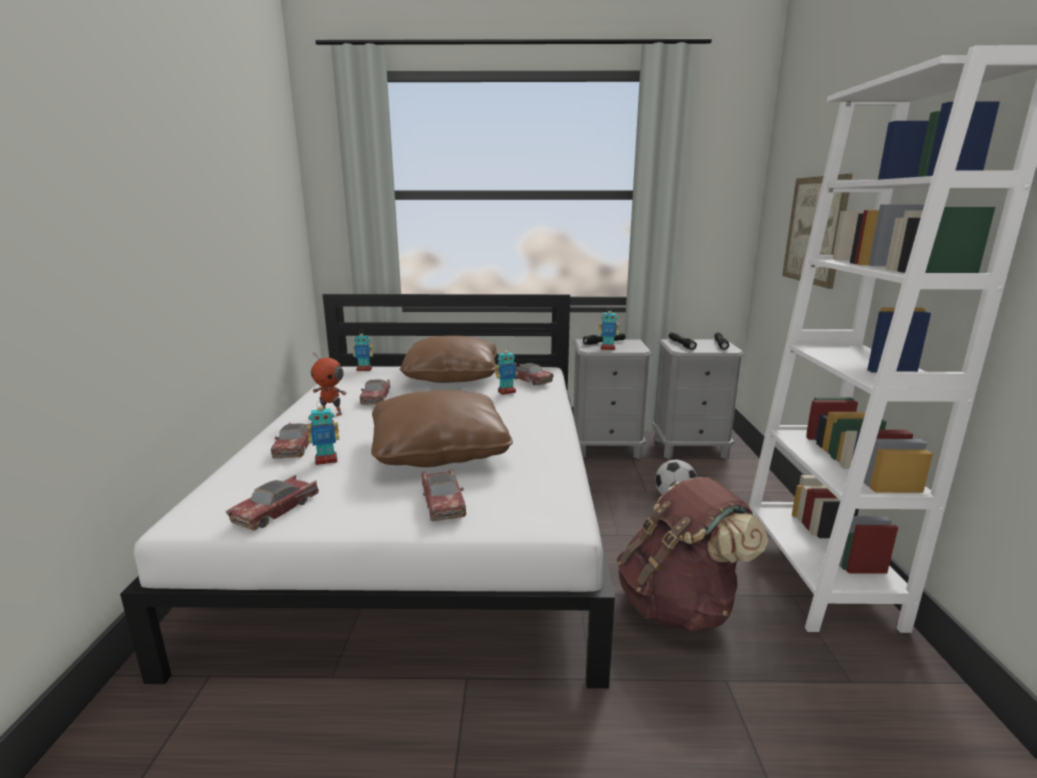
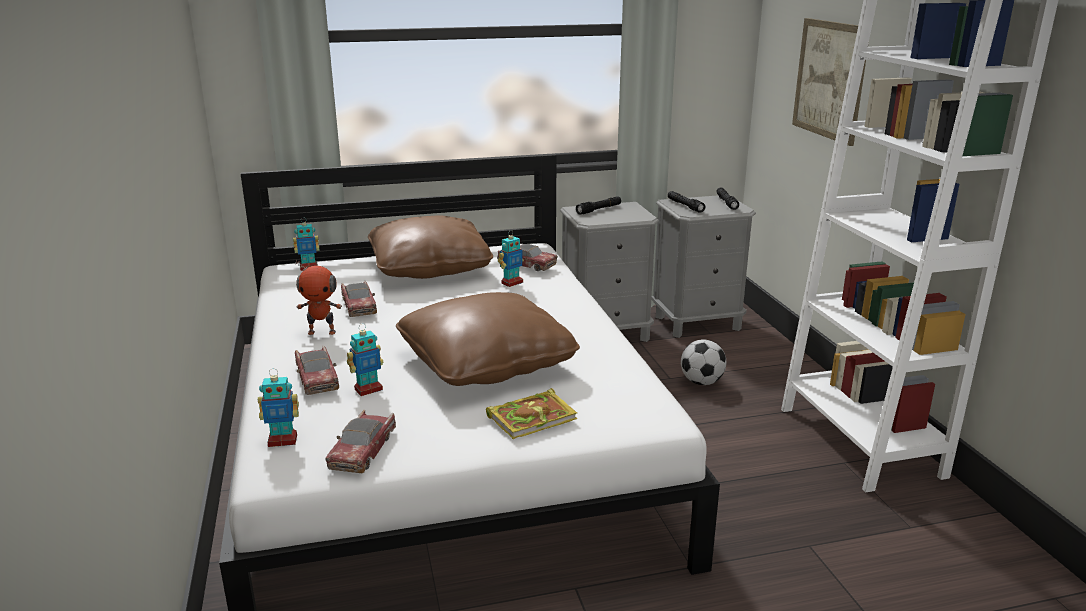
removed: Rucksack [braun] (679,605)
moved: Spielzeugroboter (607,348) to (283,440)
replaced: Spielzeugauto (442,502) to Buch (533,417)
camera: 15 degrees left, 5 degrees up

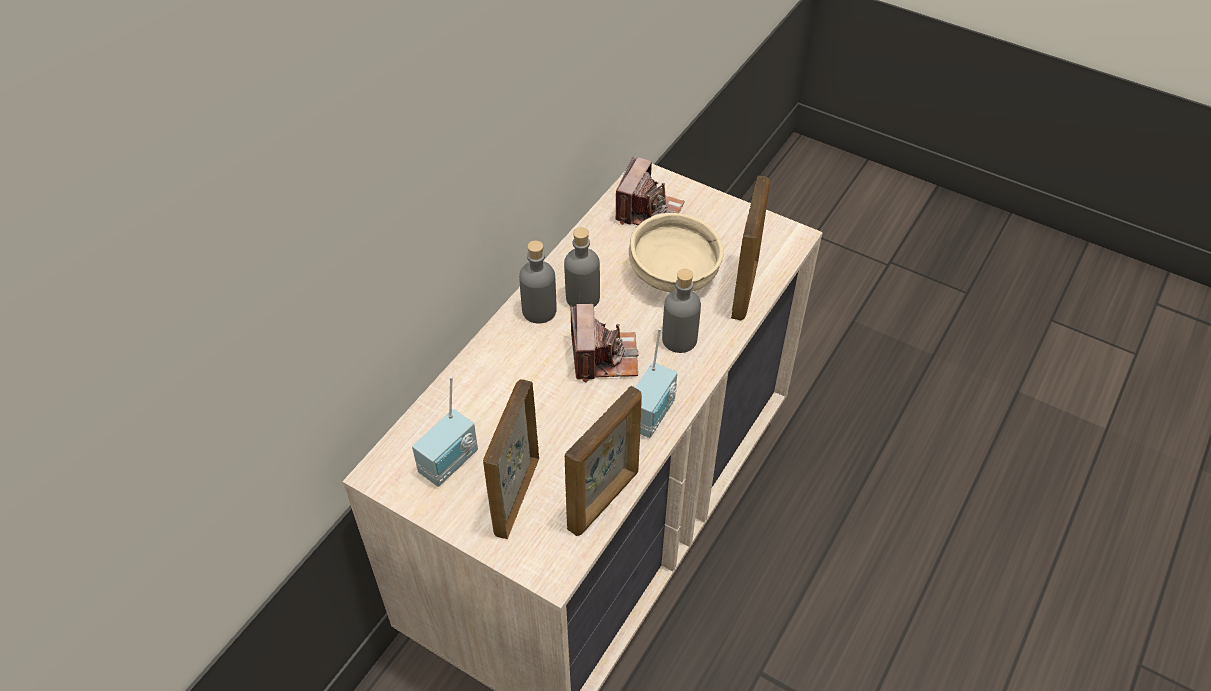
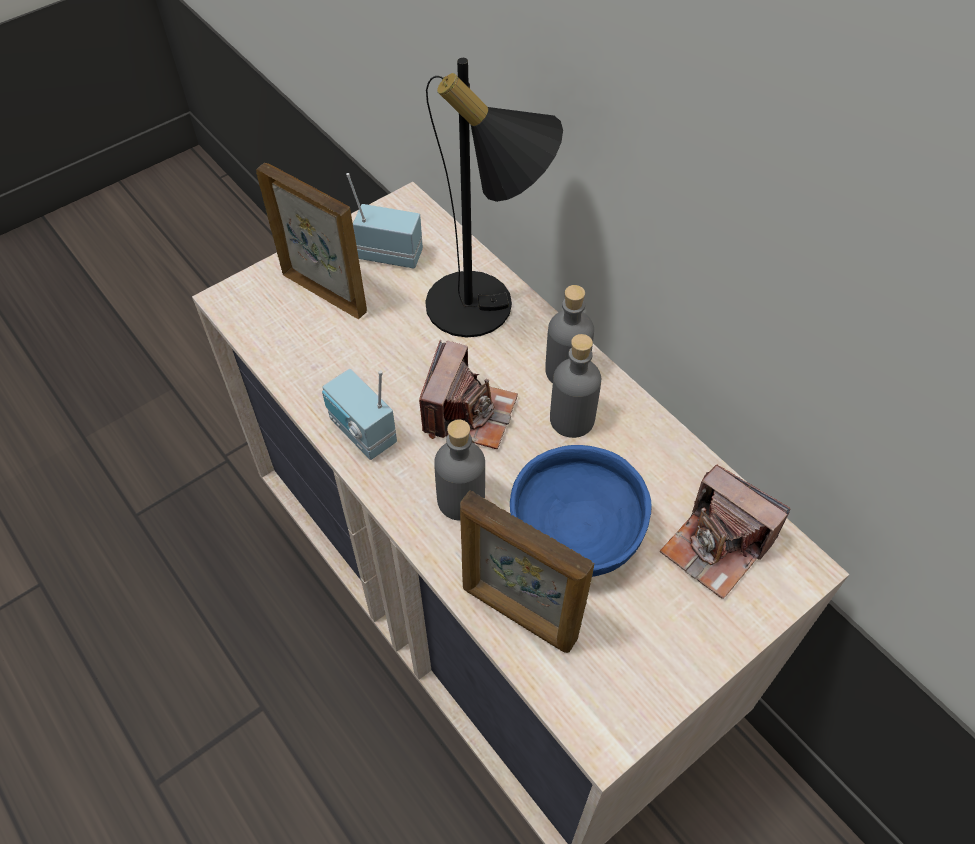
removed: Bilderrahmen (604,500)
added: Tischlampe [schwarz] (485,309)
recoloured: Schüssel [beige] (675,276) to Schüssel [blau] (573,534)
turned: Kamera (603,356) = (468,413) 90 degrees counterclockwise; Radio (450,463) = (391,253) 135 degrees clockwise
camera: 110 degrees right, 5 degrees up

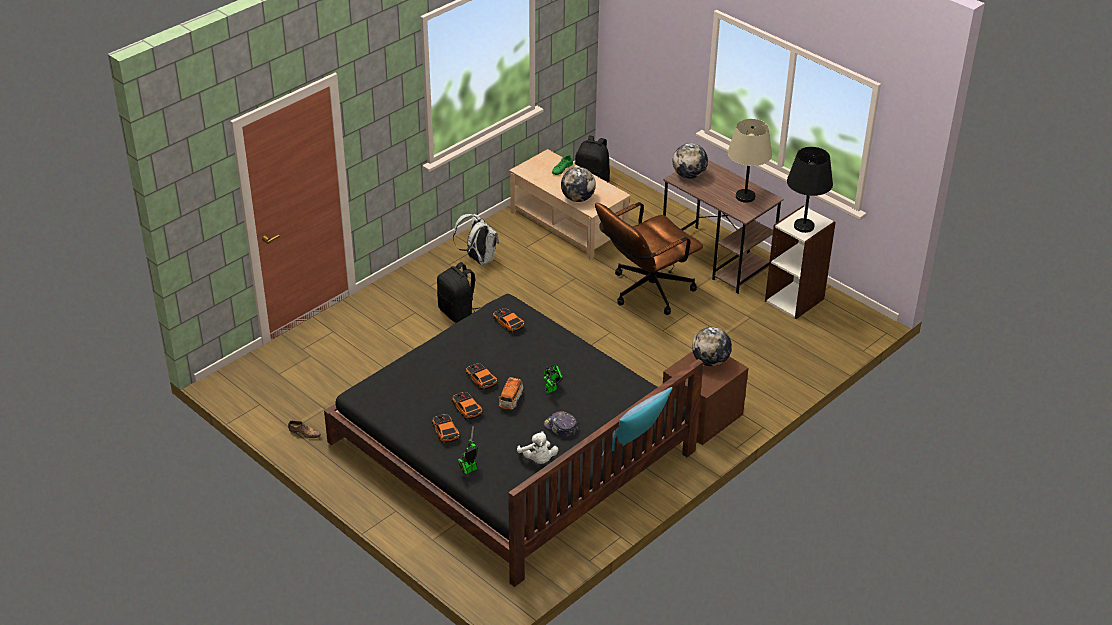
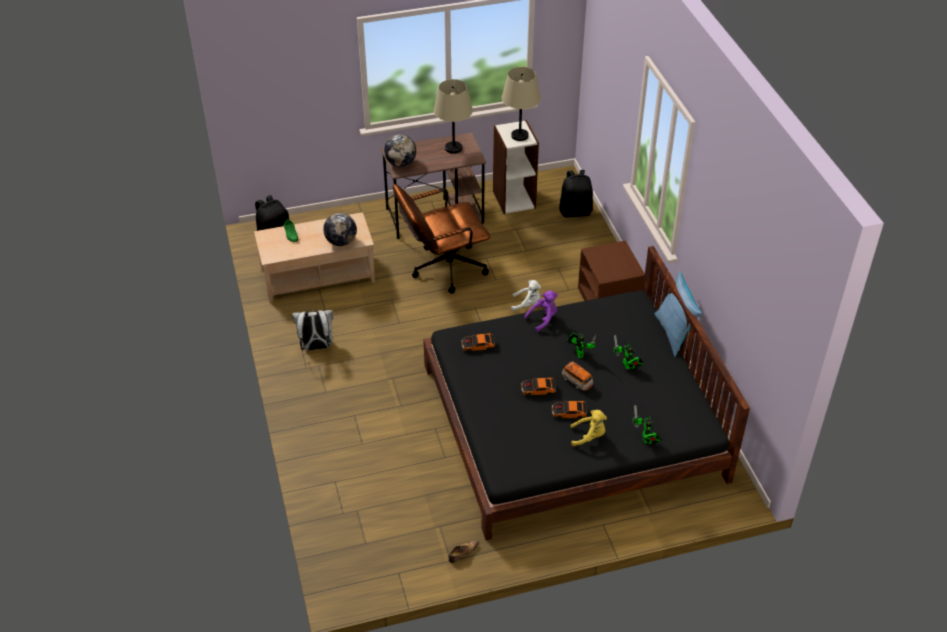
removed: Globus (710,361)
added: Plüschtier [lila] (543,319)
moved: Rucksack [schwarz] (458,312) to (575,211); Plüschtier [weiß] (538,460) to (527,304)
replaced: Kappe (560,427) to Spielzeugroboter (627,366); Spielzeugauto (445,431) to Plüschtier [gelb] (589,436)
recoloured: Tischlampe [schwarz] (803,226) to Tischlampe [beige] (519,136)
turned: Bürostuhl [braun] (645,292) = (442,269) 75 degrees clockwise
camera: 60 degrees left, 5 degrees up

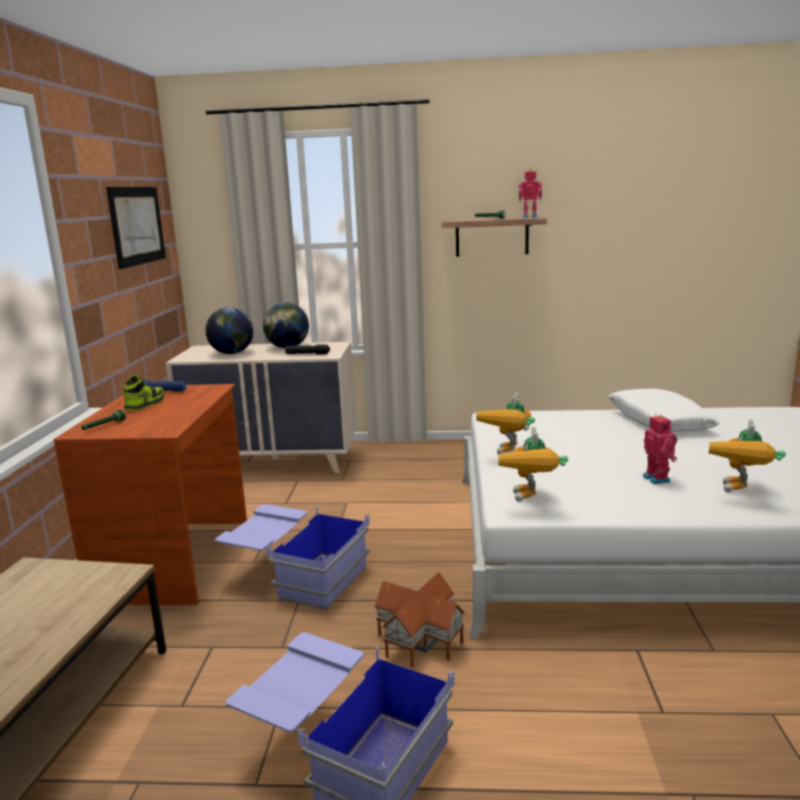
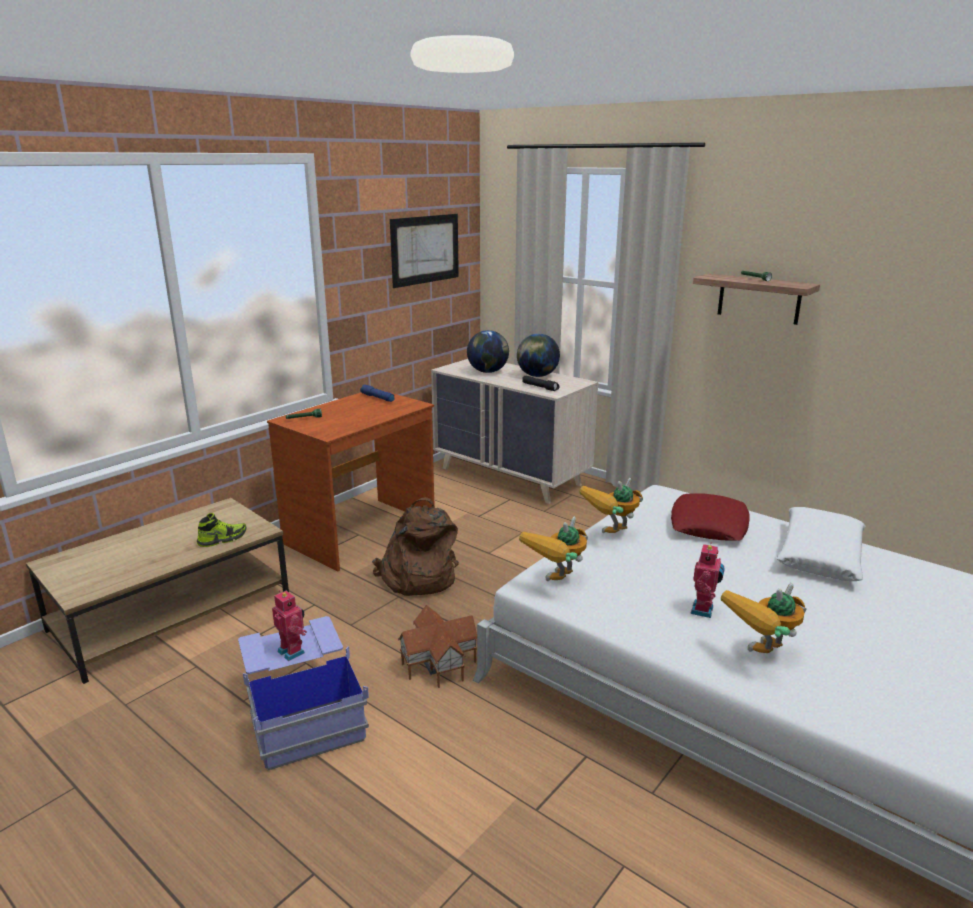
added: Kissen [rot] (709,525)
moved: Spielzeugroboter (529,217) to (292,651); Schuh (145,404) to (222,539)
replaced: Aufbewahrungsbox [blau] (296,576) to Rucksack [braun] (417,578)
camera: 35 degrees right, 5 degrees up

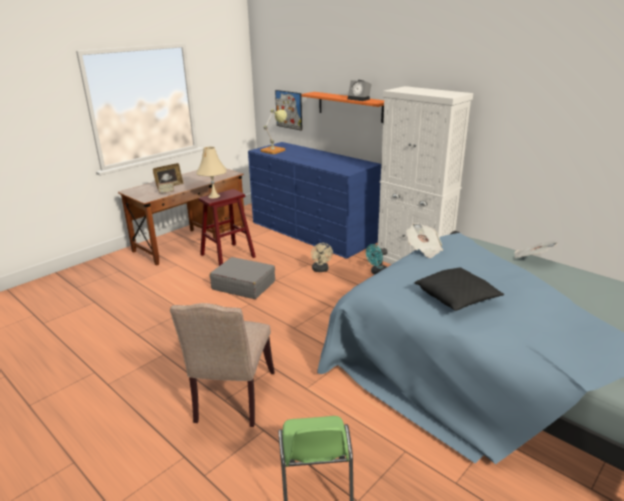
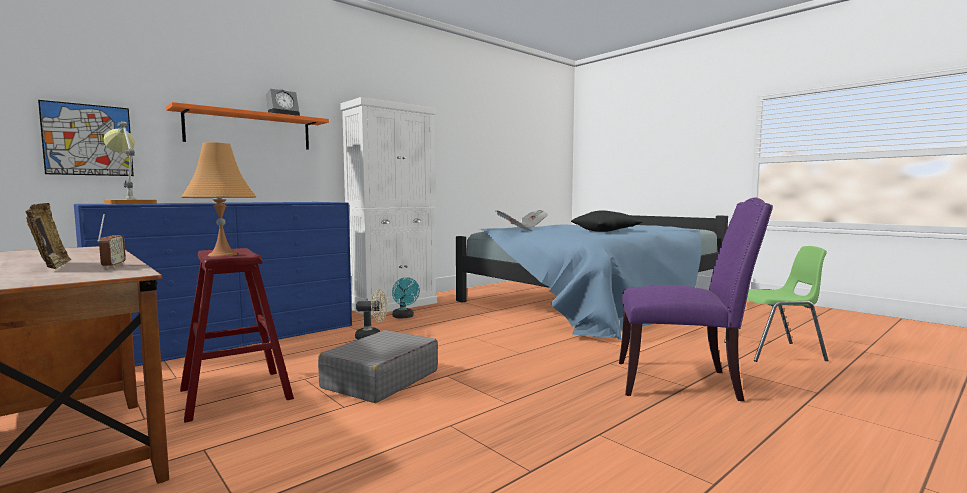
recoloured: Tischlampe [beige] (214,196) to Tischlampe [orange] (222,254); Stuhl [beige] (232,399) to Stuhl [lila] (682,382)
camera: 85 degrees left, 20 degrees down

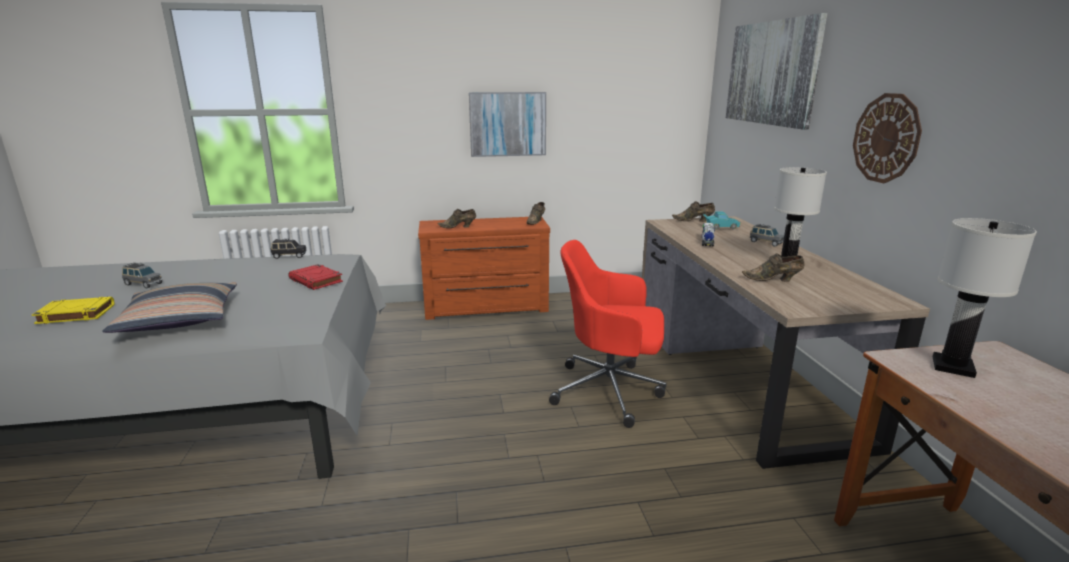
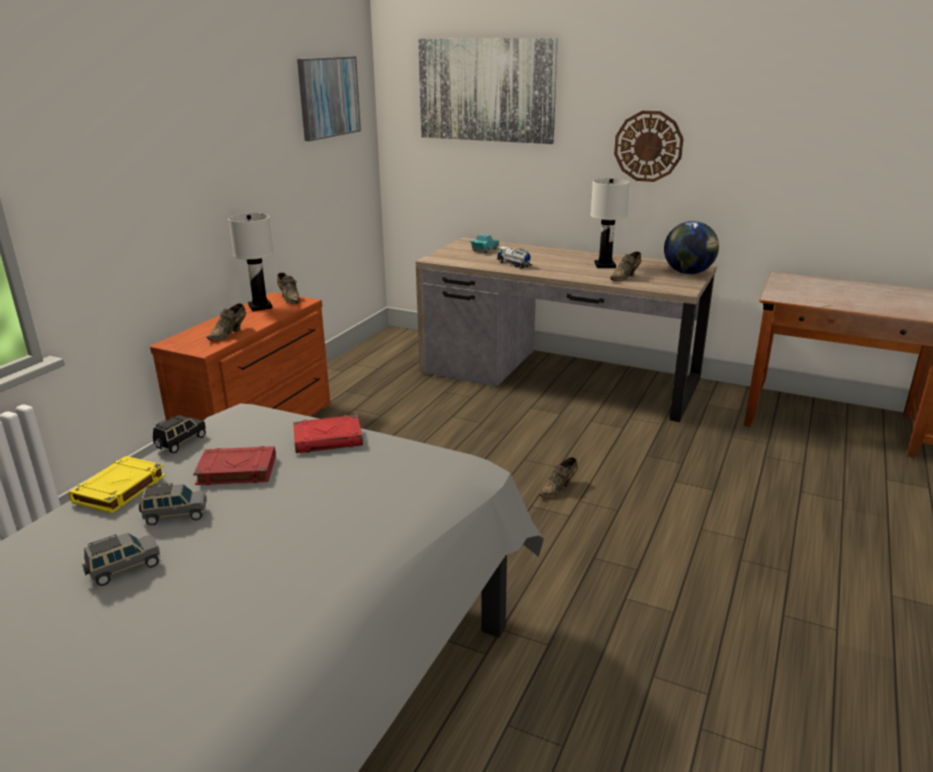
removed: Bürostuhl [rot] (610,391); Kissen (179,319)
added: Globus (688,273); Buch [rot] (236,470)
moved: Bild (507,124) to (328,97); Schuh [braun] (694,221) to (559,488); Tischlampe [weiß] (953,367) to (260,306); Spielzeugauto [grau] (765,242) to (175,515); Buch [gelb] (75,314) to (119,489)
camera: 55 degrees left, 5 degrees up

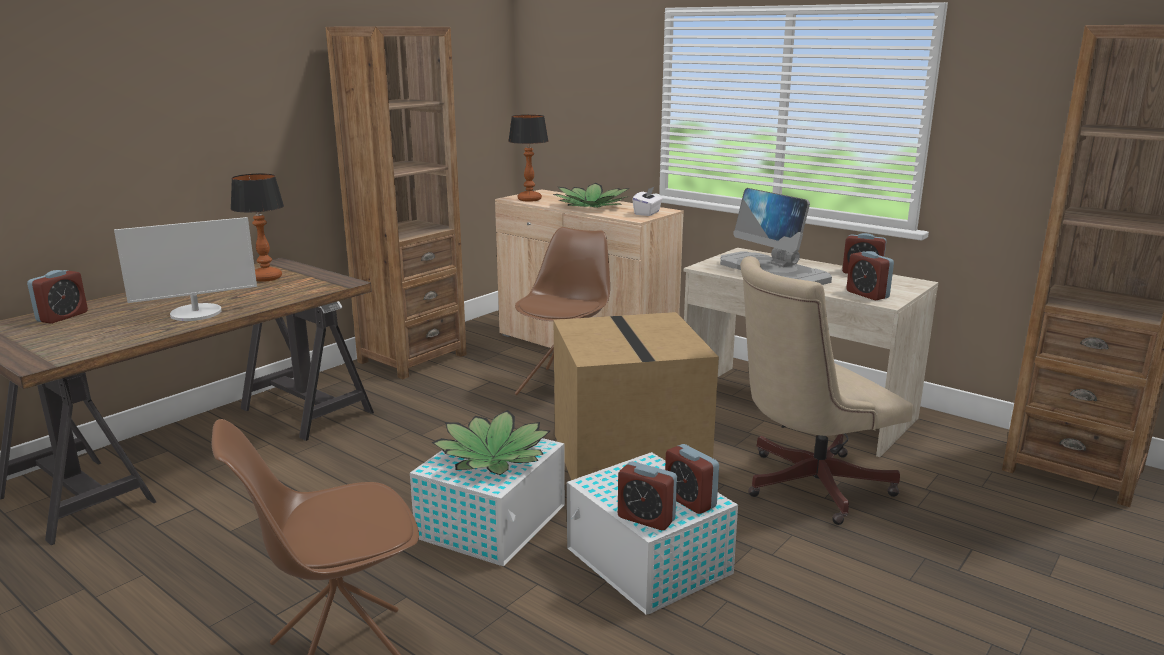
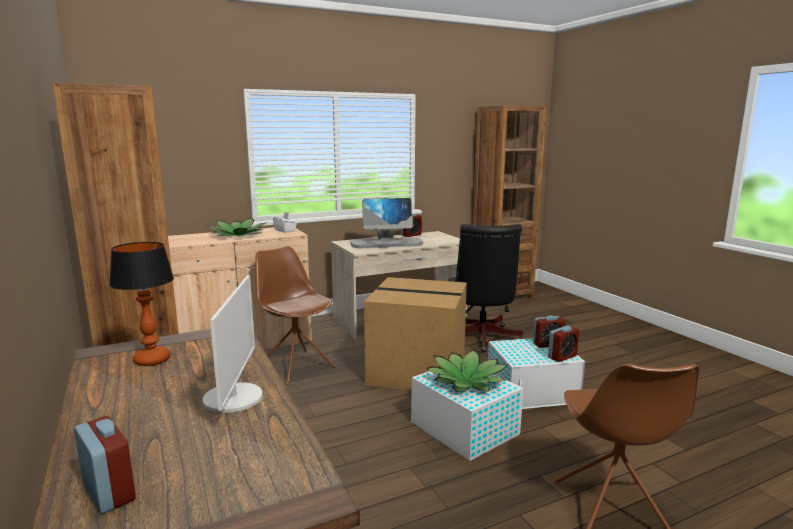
removed: Tischlampe (529,199); Wecker (867,294)
recoloured: Bürostuhl [beige] (806,485) to Bürostuhl [schwarz] (481,339)
camera: 65 degrees left, 5 degrees down

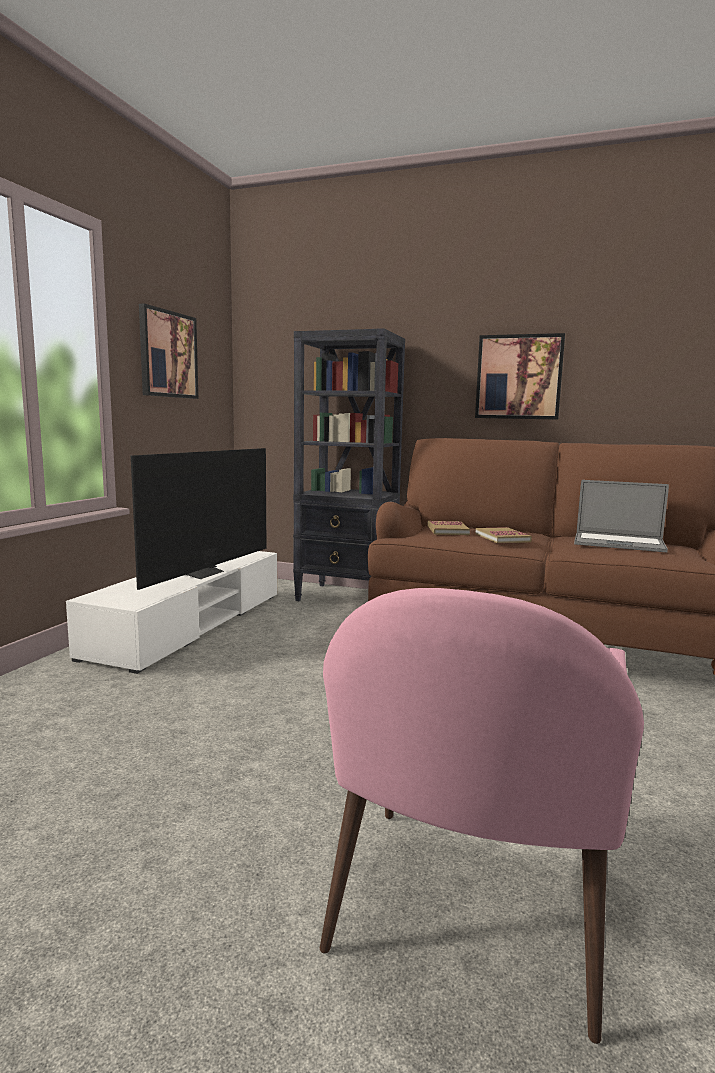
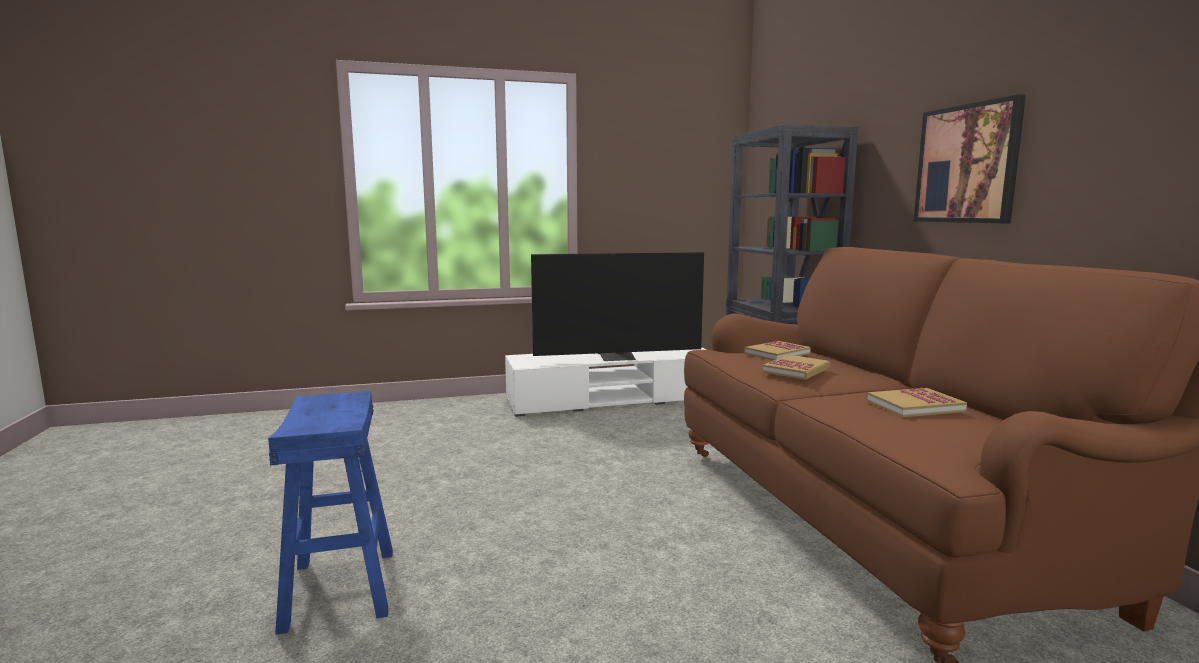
removed: Bild (168,354)
replaced: Laptop (618,543) to Buch (914,406); Sessel [rosa] (467,910) to Hocker [blau] (339,587)
camera: 55 degrees right, 0 degrees up

